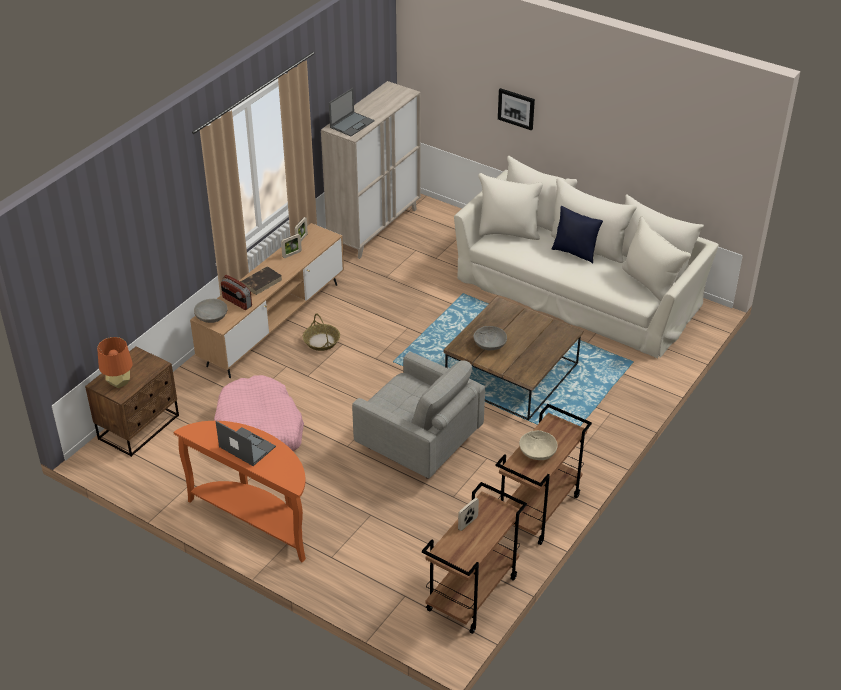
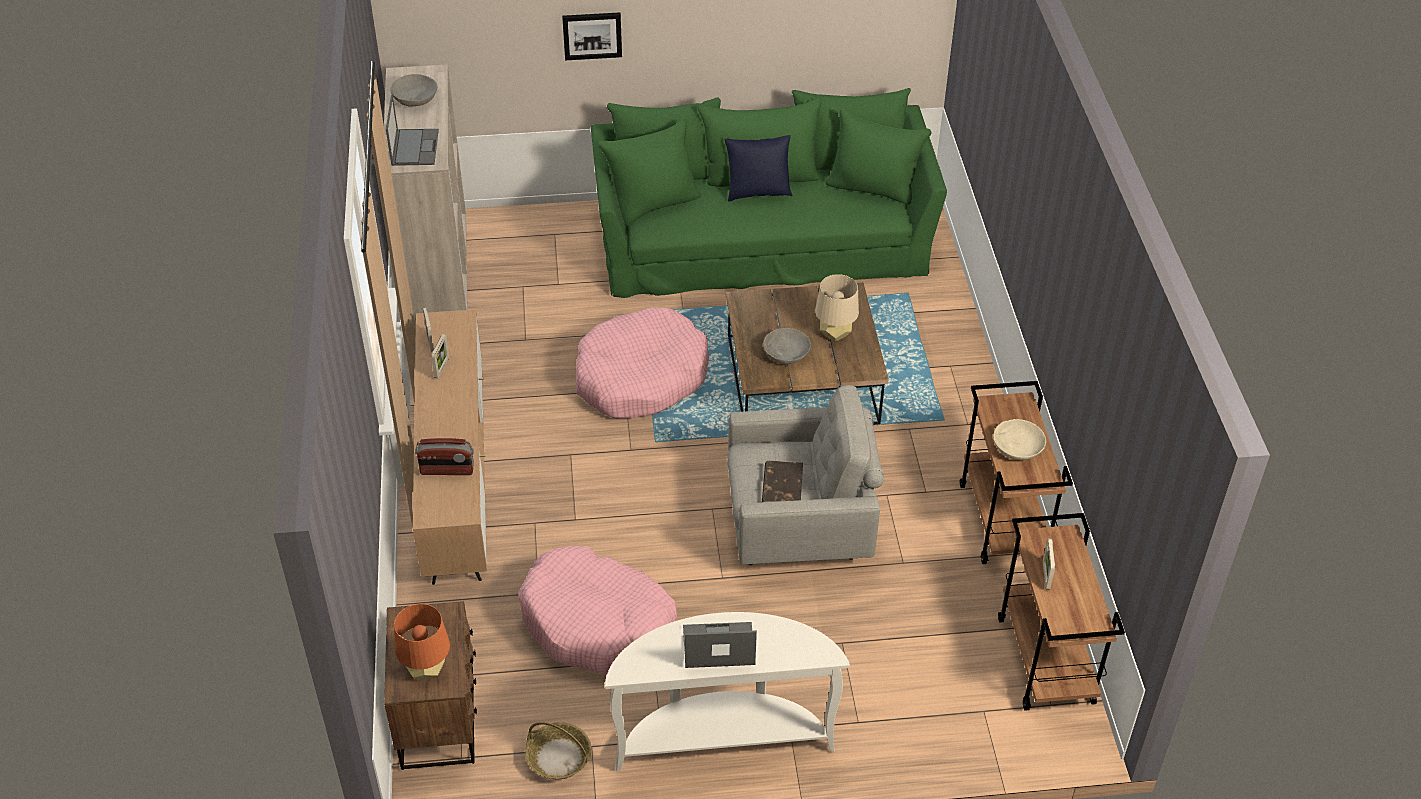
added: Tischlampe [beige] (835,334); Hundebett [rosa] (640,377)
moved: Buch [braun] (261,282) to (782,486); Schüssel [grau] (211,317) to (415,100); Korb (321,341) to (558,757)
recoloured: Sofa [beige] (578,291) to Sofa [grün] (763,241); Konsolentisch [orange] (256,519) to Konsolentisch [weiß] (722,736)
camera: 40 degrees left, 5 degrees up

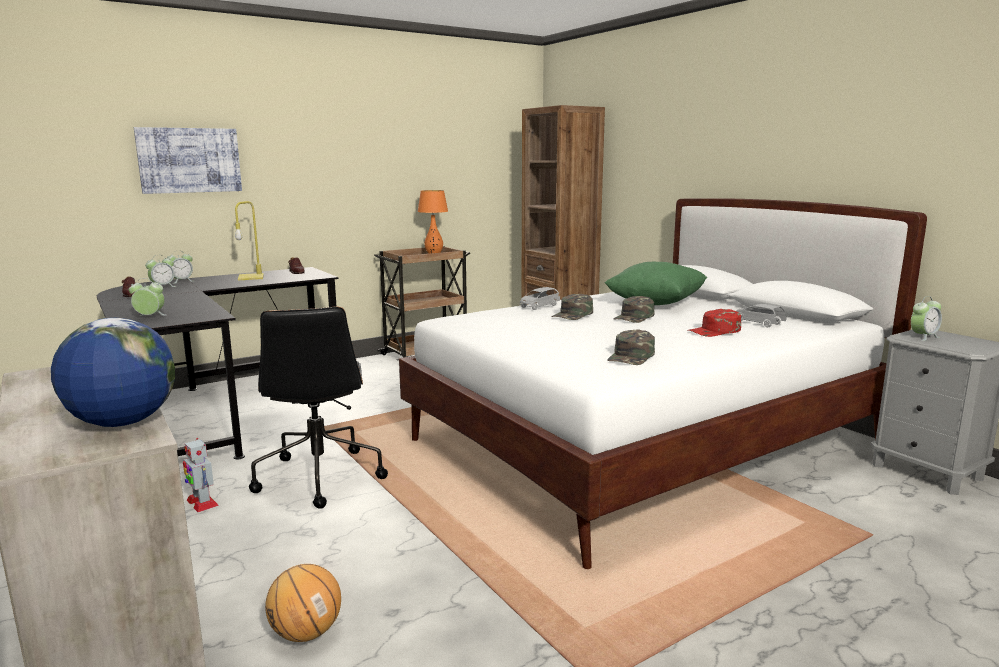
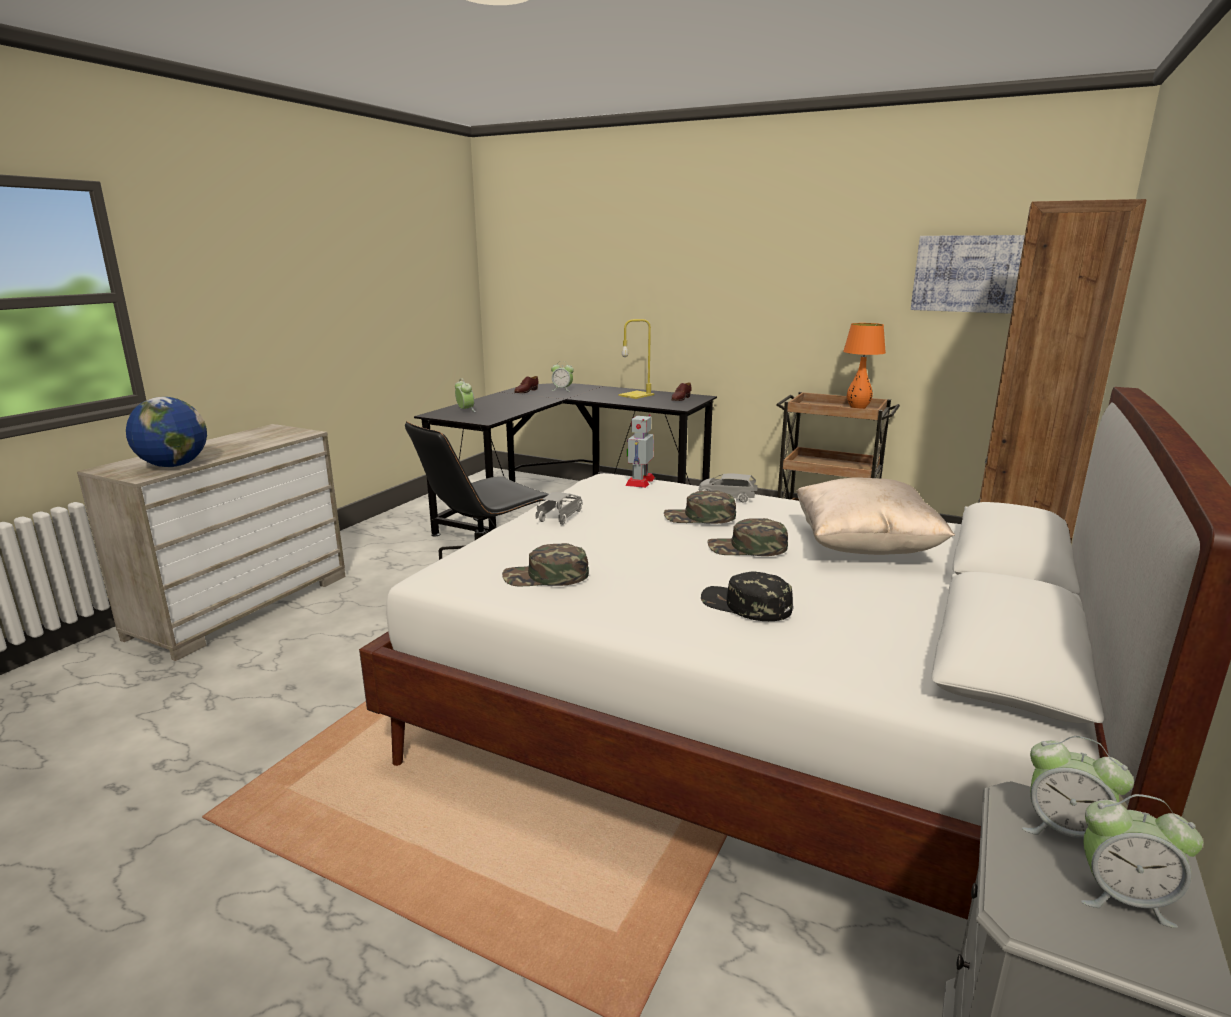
removed: Basketball (306,633)
moved: Bild (189,160) to (973,274); Wecker (181,281) to (1123,897); Spielzeugauto [grau] (758,323) to (560,516); Spielzeugroboter (202,502) to (640,481)
recoloured: Kissen [grün] (655,303) to Kissen [beige] (864,548); Kappe [rot] (714,331) to Kappe [schwarz] (745,605)
camera: 60 degrees right, 5 degrees up

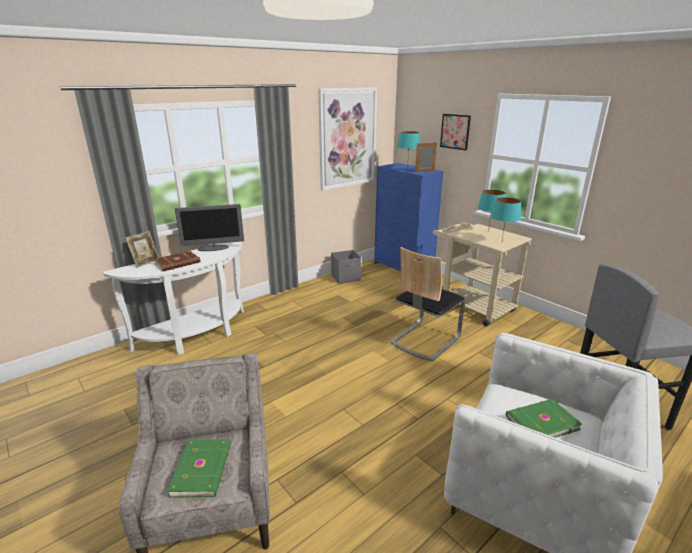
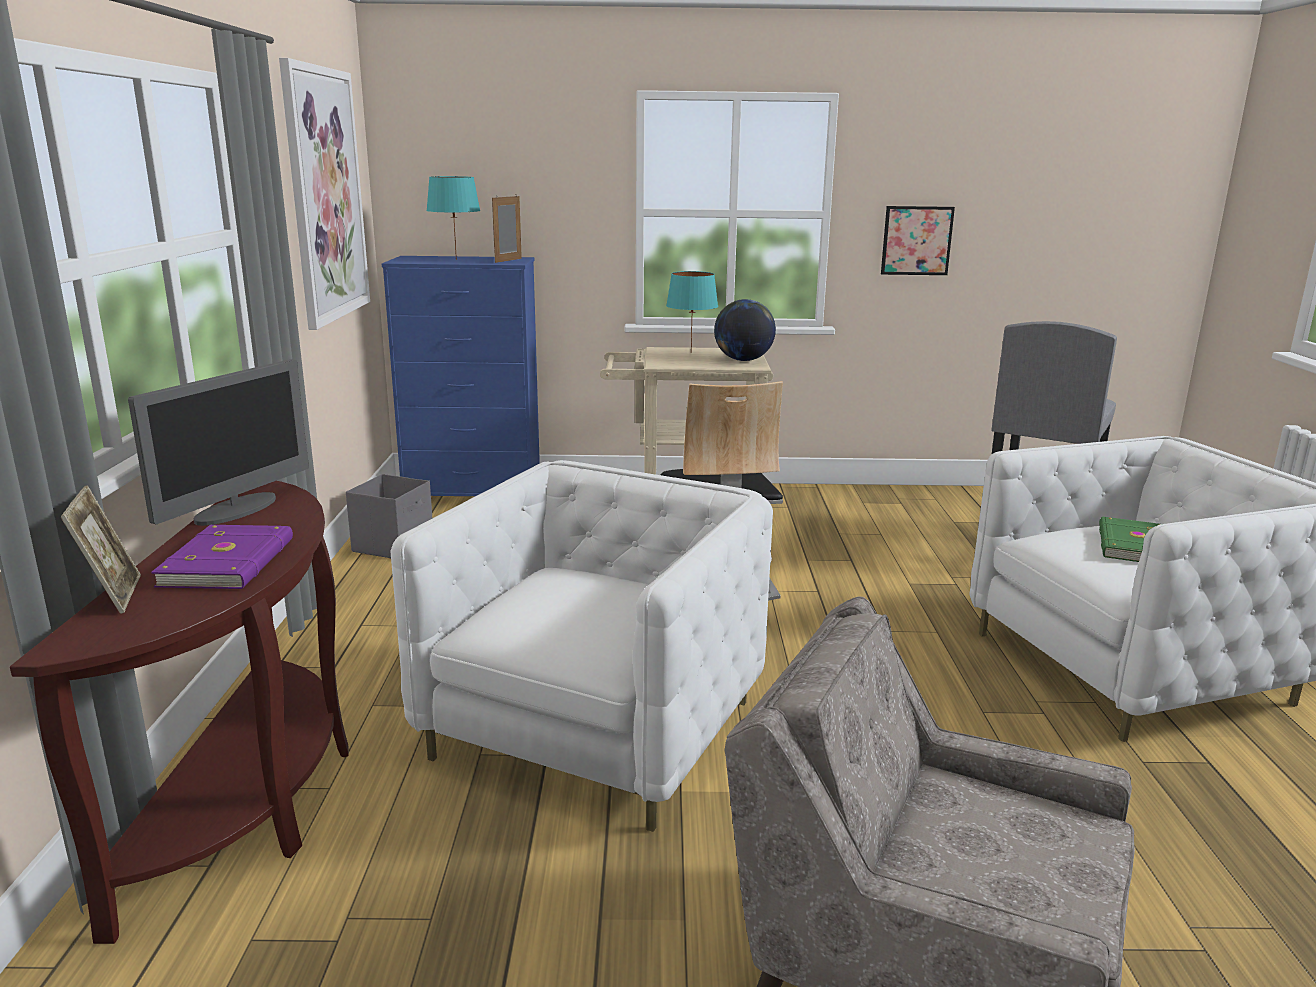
removed: Buch [grün] (203,469)
added: Sessel [weiß] (595,729)
moved: Bild (455,131) to (916,240)
replaced: Tischlampe [türkis] (501,242) to Globus (743,360)
recoloured: Konsolentisch [weiß] (196,335) to Konsolentisch [braun] (254,798); Buch [braun] (178,263) to Buch [lila] (230,562)
camera: 50 degrees left, 5 degrees down

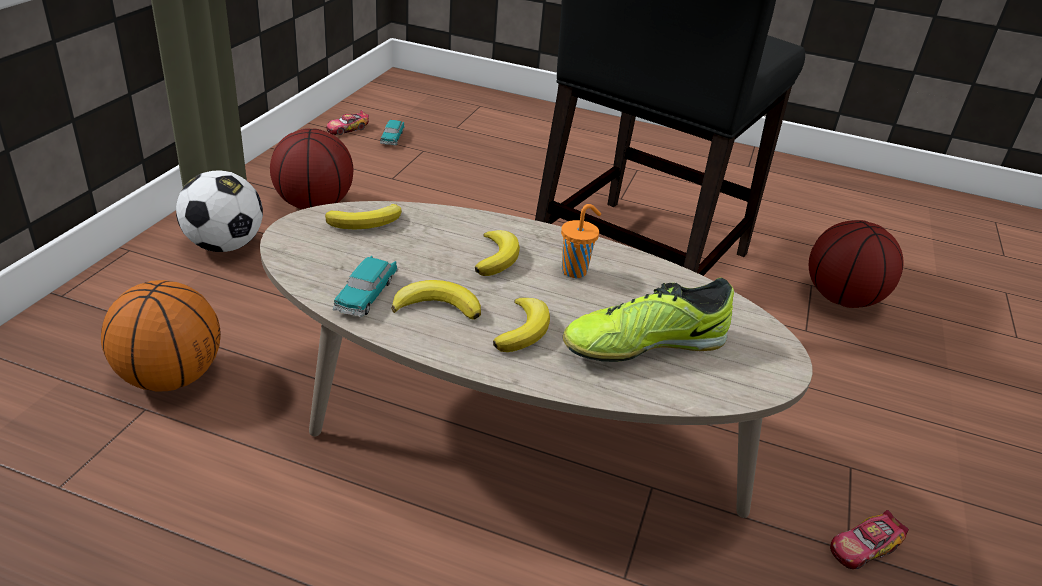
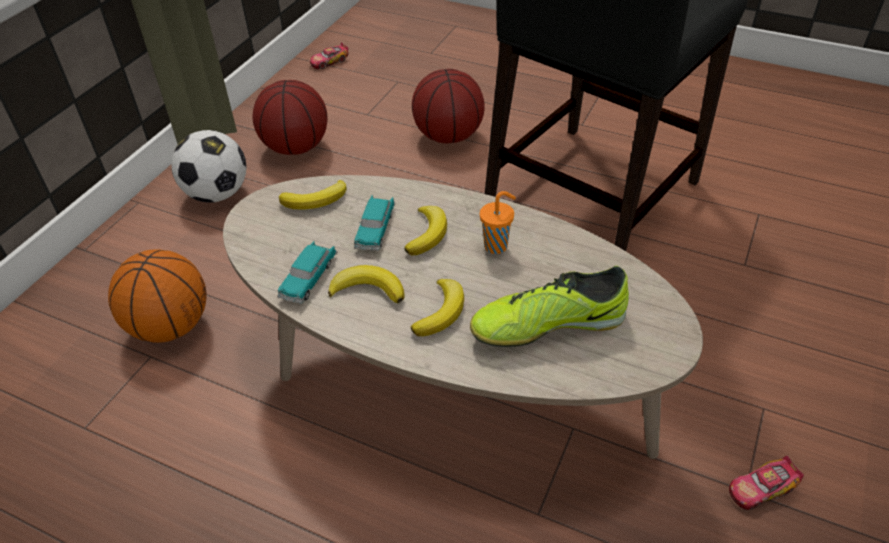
moved: Spielzeugauto (392,138) to (375,229); Basketball (841,299) to (448,136)
camera: 10 degrees right, 10 degrees up

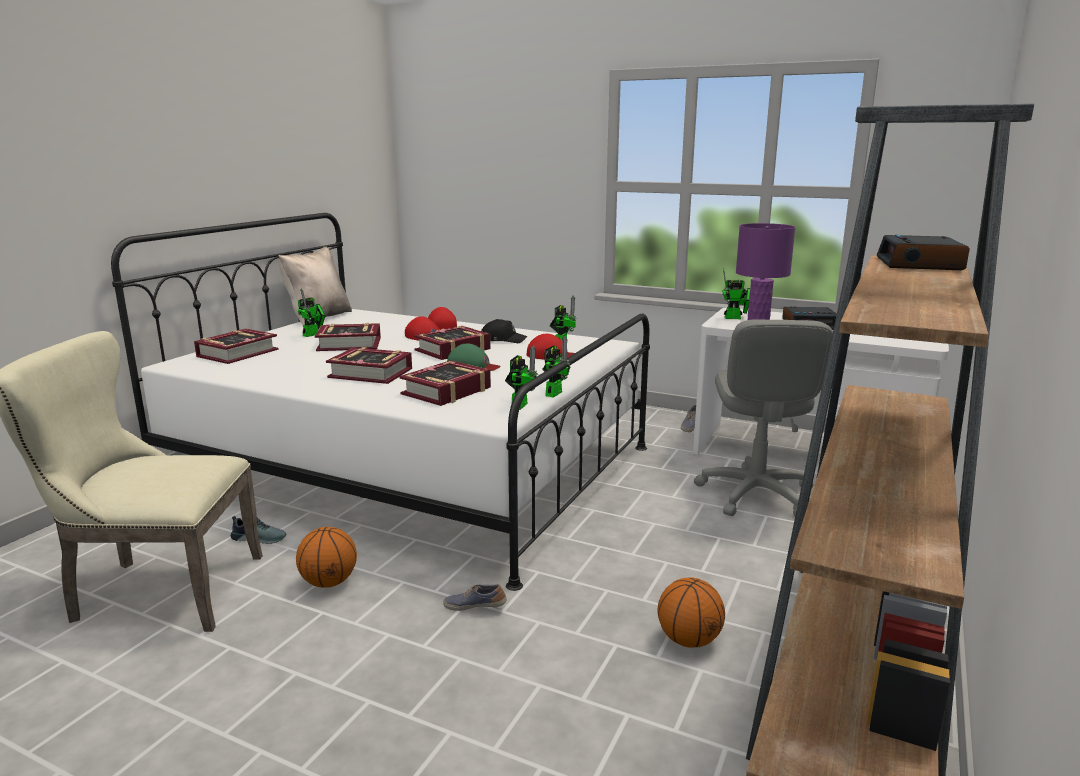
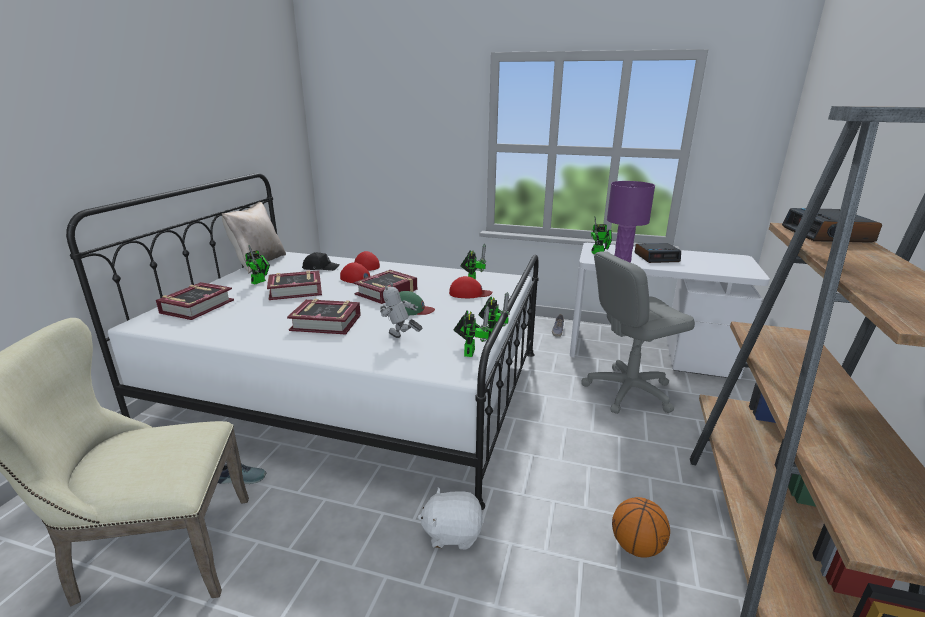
removed: Basketball (329,582)
moved: Kappe [schwarz] (502,340) to (320,268)
replaced: Buch (447,391) to Spielzeugroboter (400,339); Schuh (475,606) to Plüschtier [weiß] (452,533)
turned: Bürostuhl [grau] (755,494) = (628,391) 75 degrees clockwise
camera: 10 degrees left, 5 degrees up

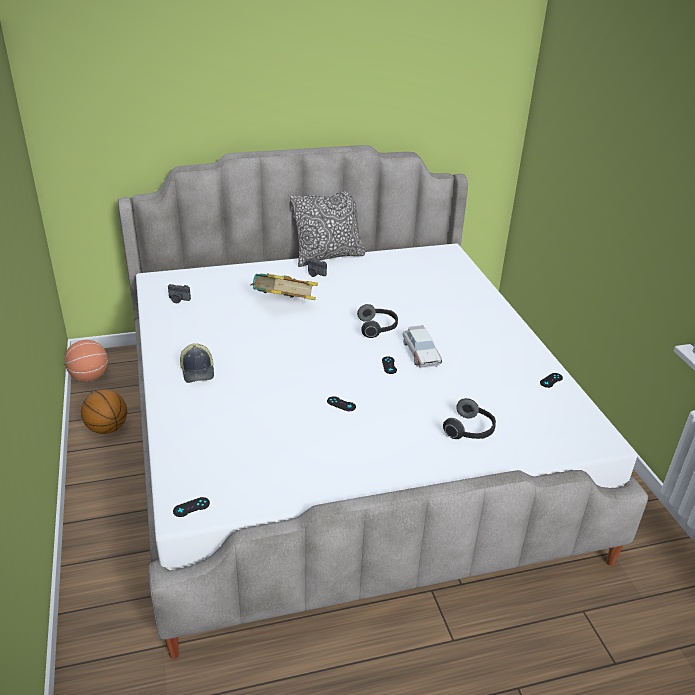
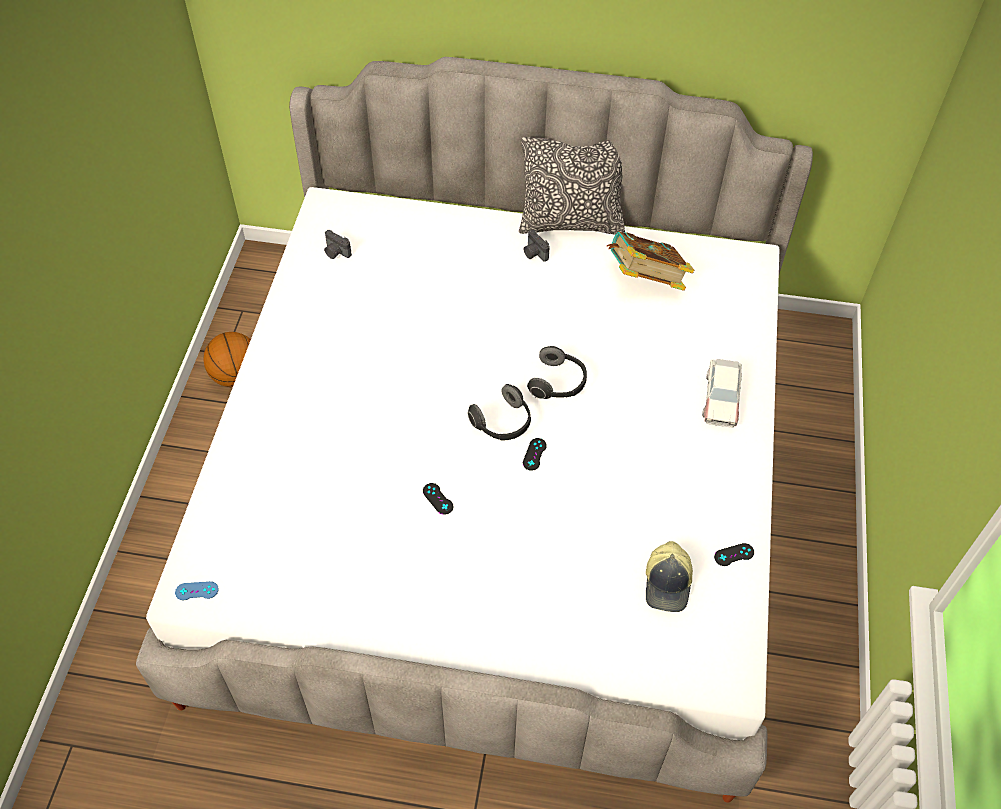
removed: Basketball (90,376)
moved: Buch (283,306) to (645,280); Spielzeugauto (420,352) to (721,397); Kappe (198,371) to (668,583); Kopfhörer (470,430) to (503,423)
recoloured: Gamepad [schwarz] (191,507) to Gamepad [blau] (197,591)
camera: 25 degrees right, 20 degrees up

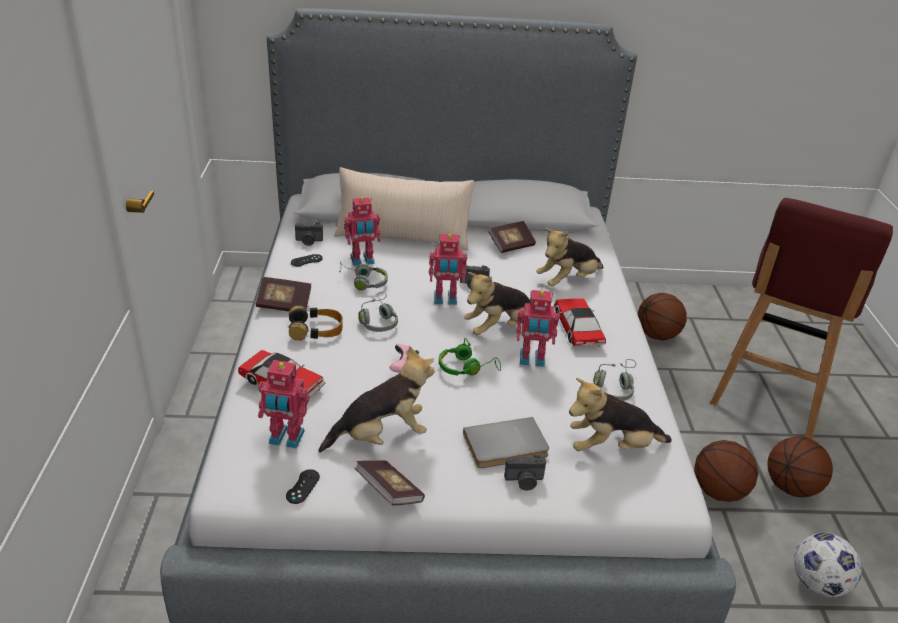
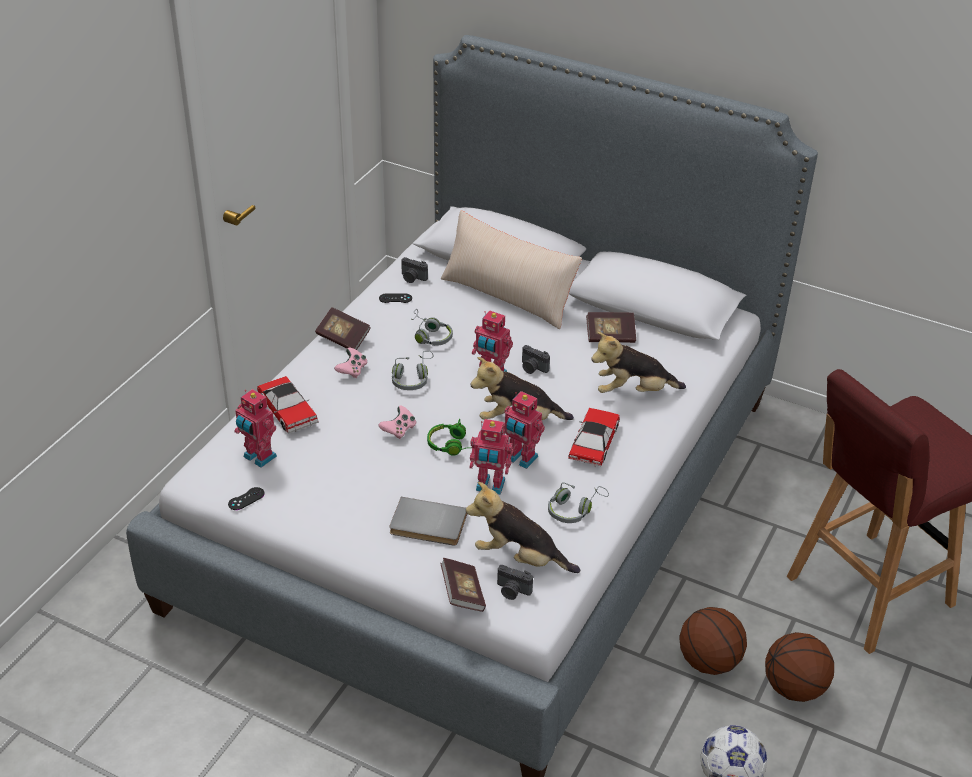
removed: Basketball (657,335); Plüschtier (381,436)
moved: Spielzeugroboter (362,261) to (490,486); Kamera (524,481) to (512,591); Buch (389,492) to (462,594)
replaced: Kopfhörer (316,329) to Gamepad [rosa] (352,370)
camera: 30 degrees right, 5 degrees up

